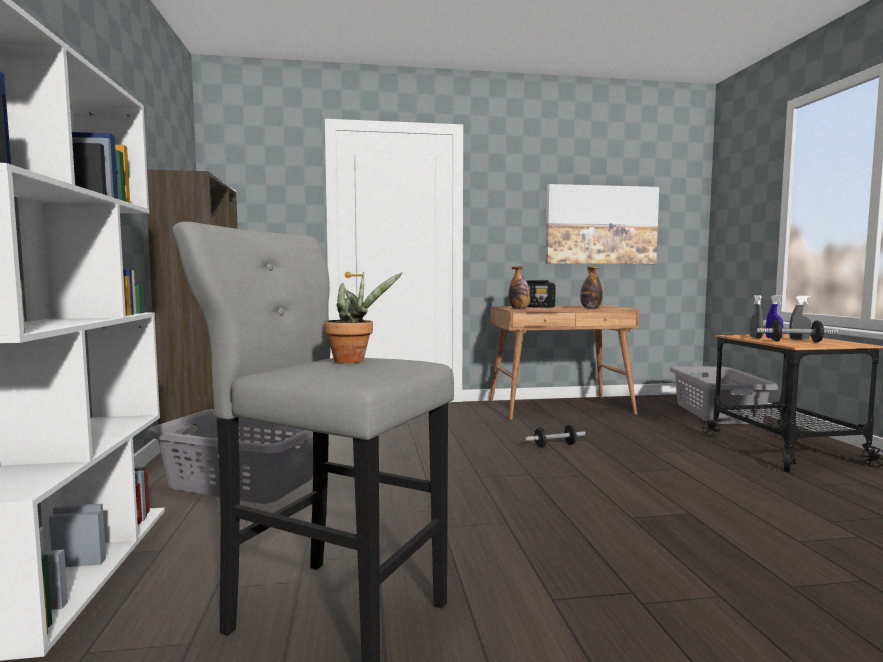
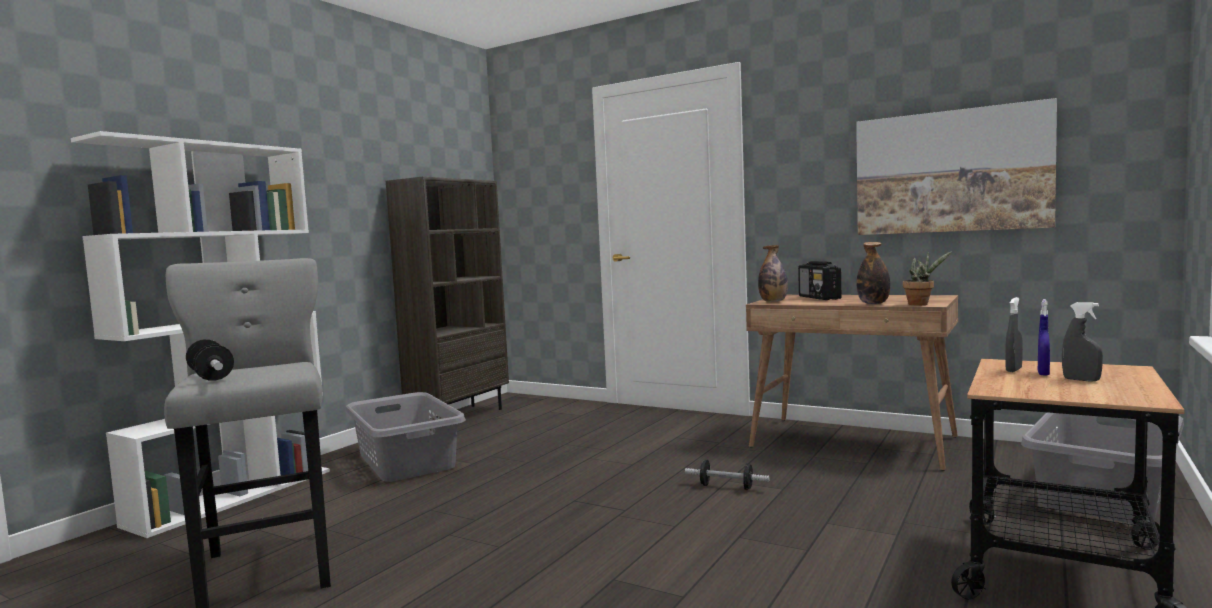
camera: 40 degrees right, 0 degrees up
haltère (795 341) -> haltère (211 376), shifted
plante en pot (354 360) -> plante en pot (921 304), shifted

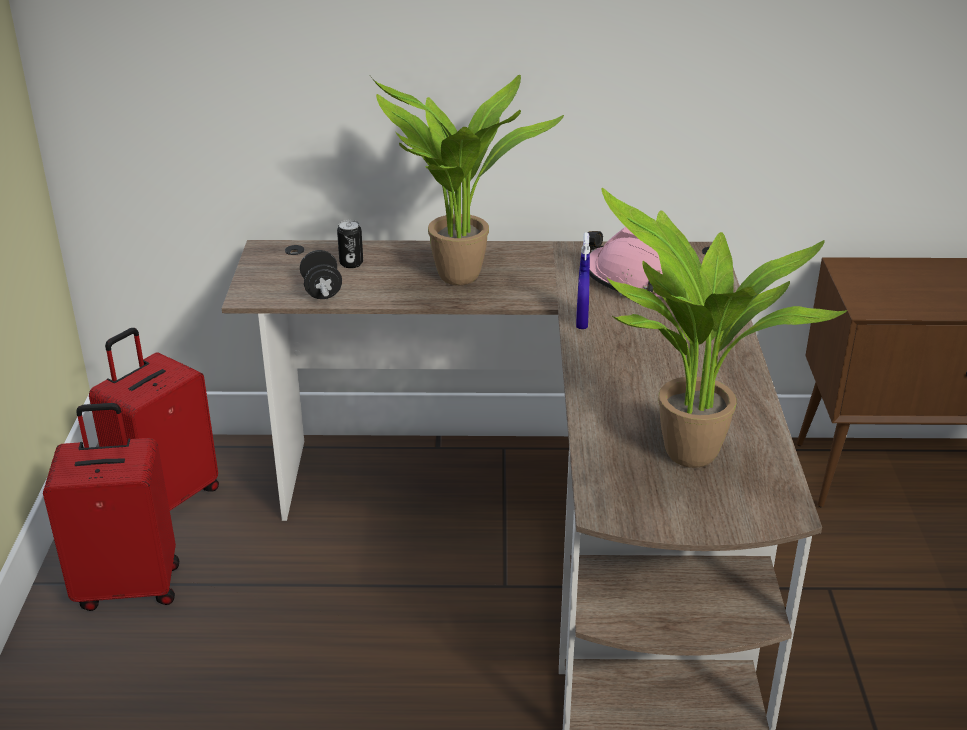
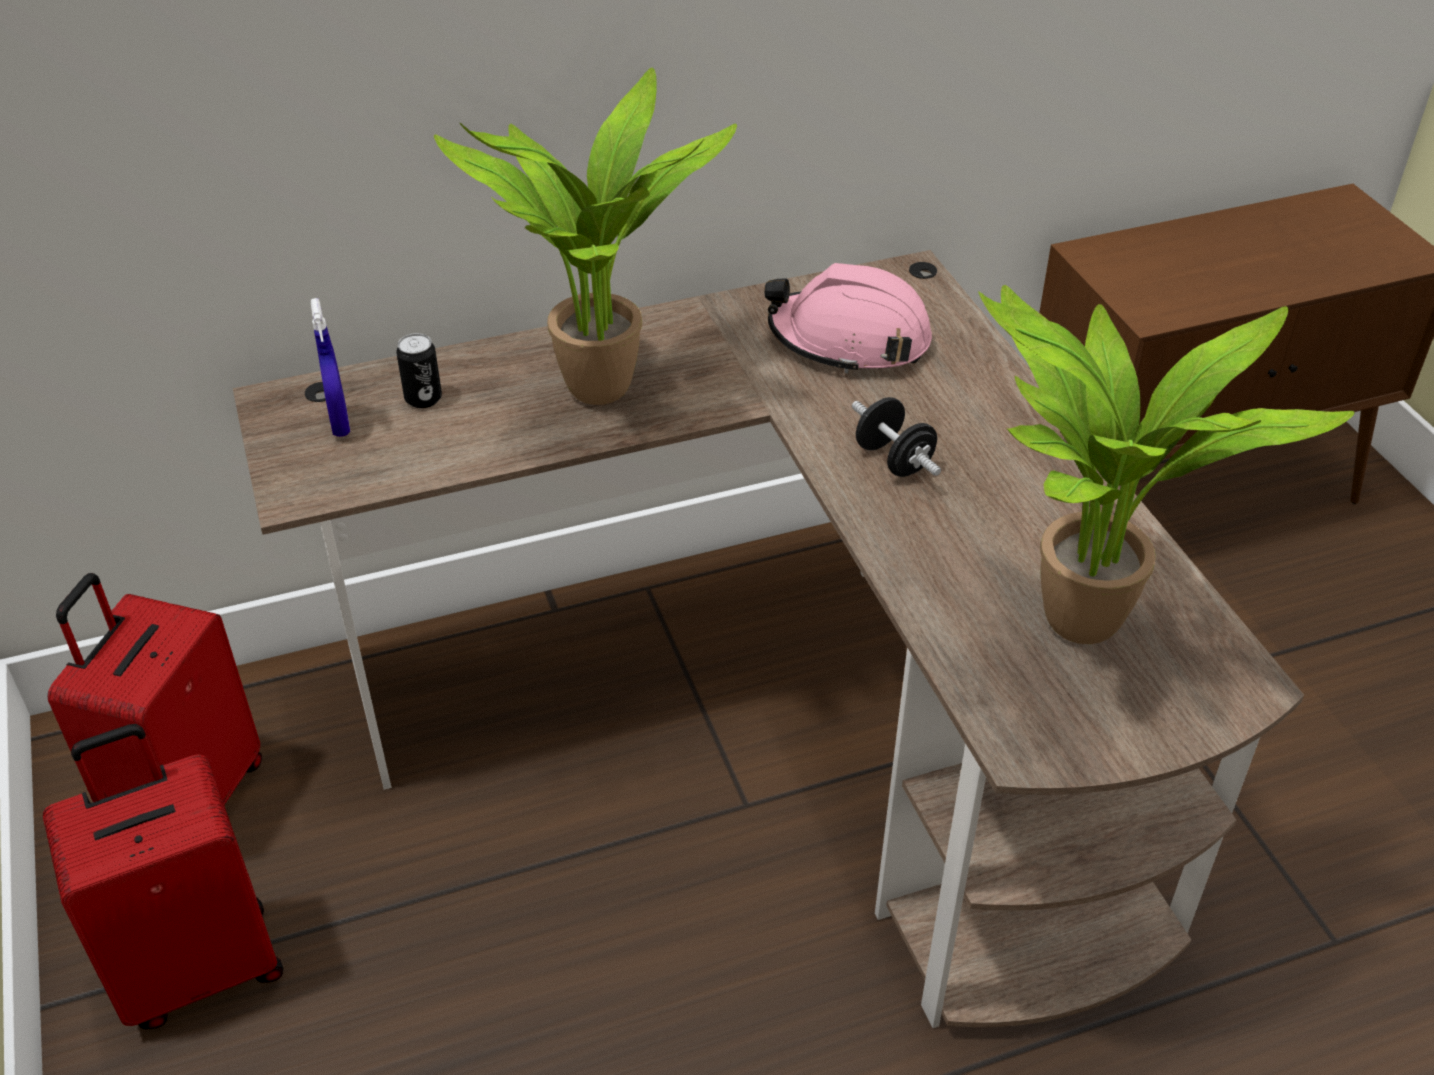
camera: 20 degrees left, 10 degrees up
vaporisateur (bleu) (582 322) -> vaporisateur (bleu) (340 423), shifted
haltère (noir) (322 291) -> haltère (noir) (893 460), shifted

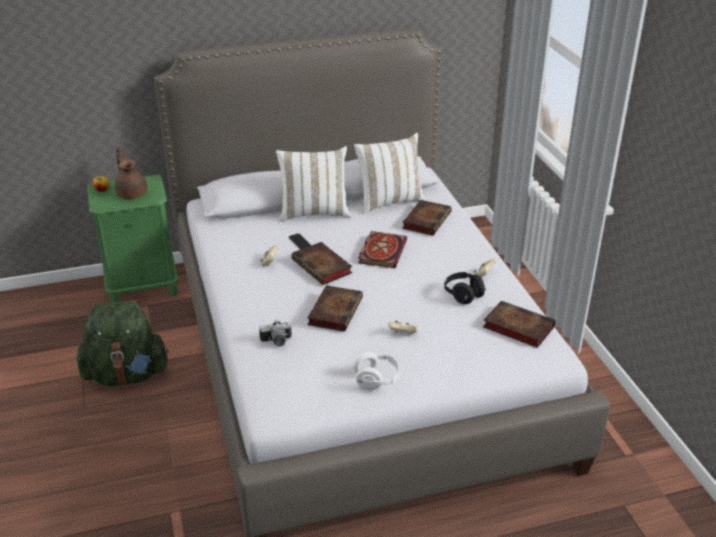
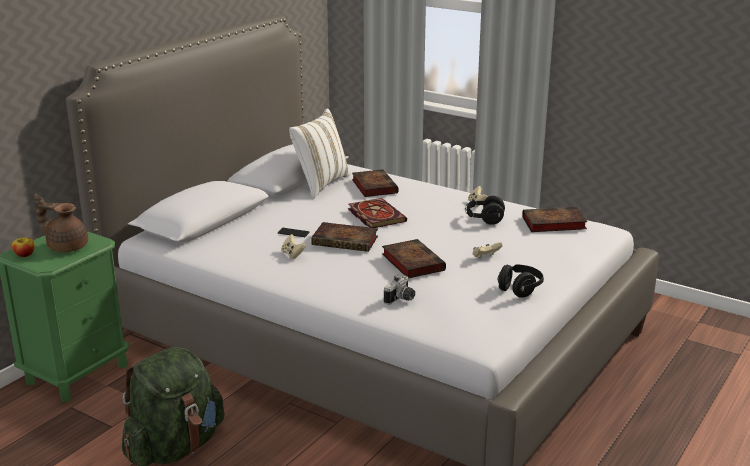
camera: 40 degrees left, 10 degrees down
casque audio (blanc) (377 380) -> casque audio (noir) (519 289)
coussin (blanc) (314 212) -> none

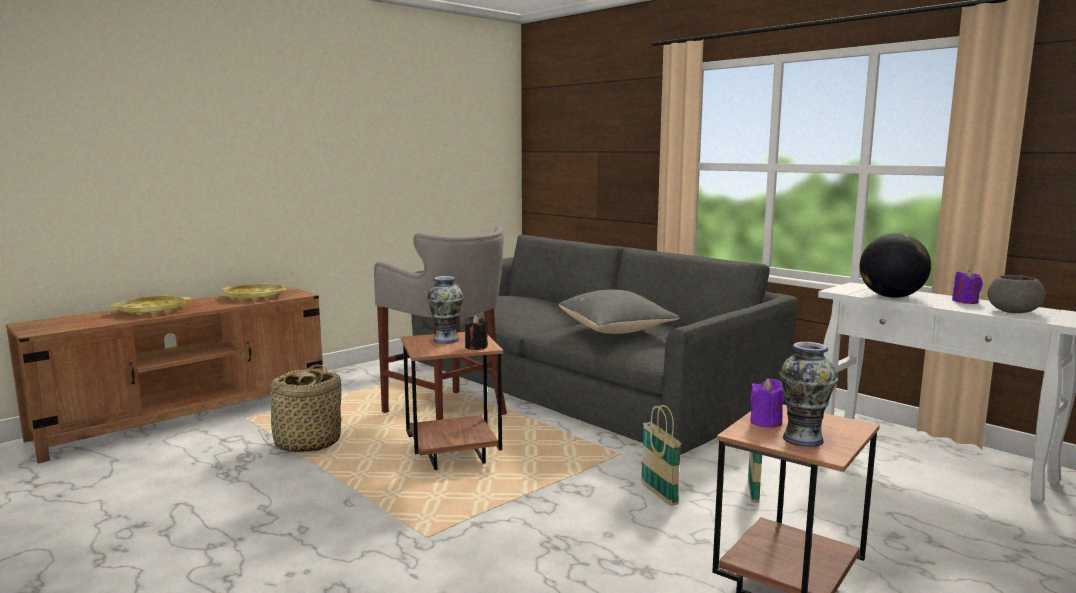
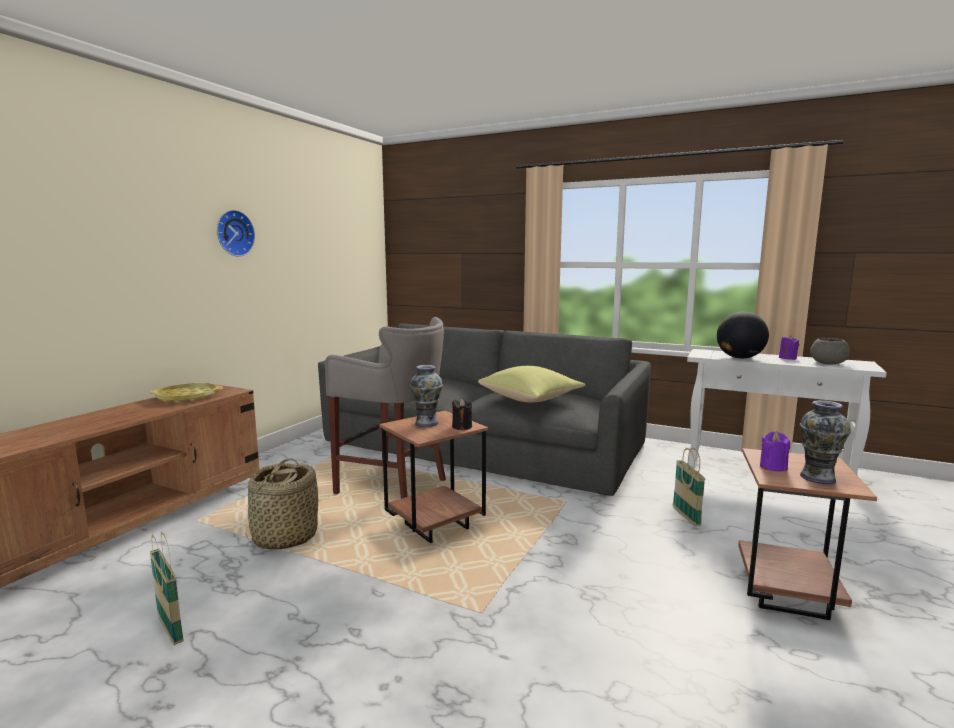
camera: 20 degrees left, 0 degrees up
panier (659 494) -> panier (170 629), shifted
none -> horloge murale (233 233)
coussin (gris) (616 331) -> coussin (jaune) (531 400)
plateau (jaune) (152 310) -> none

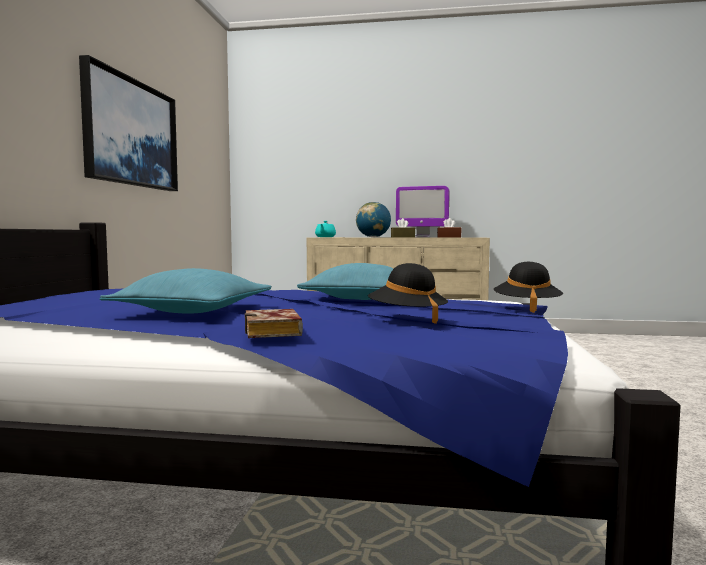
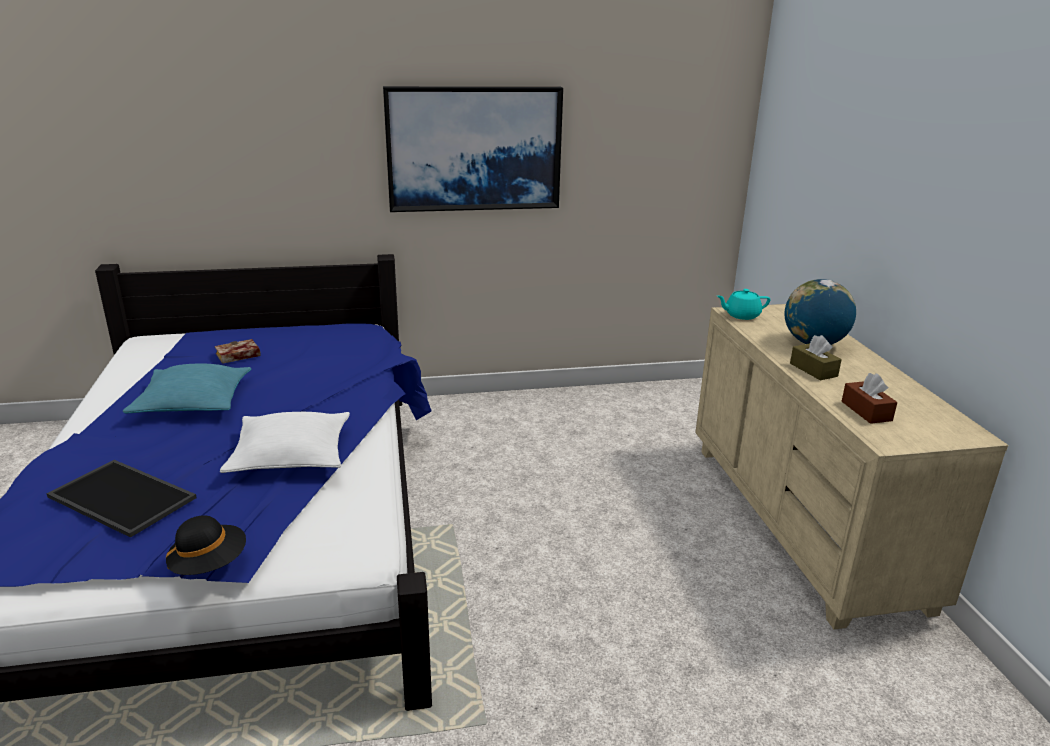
camera: 70 degrees right, 20 degrees up
chapeau (noir) (407 318) -> plateau (119 498)
livre (275 332) -> livre (236 356), shifted
coussin (turquoise) (360 298) -> coussin (blanc) (291 455)
écran d'ordinateur (422 237) -> none

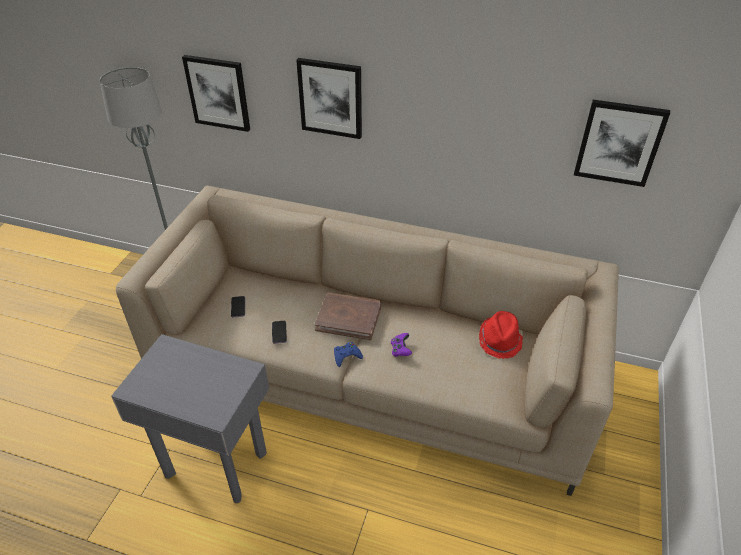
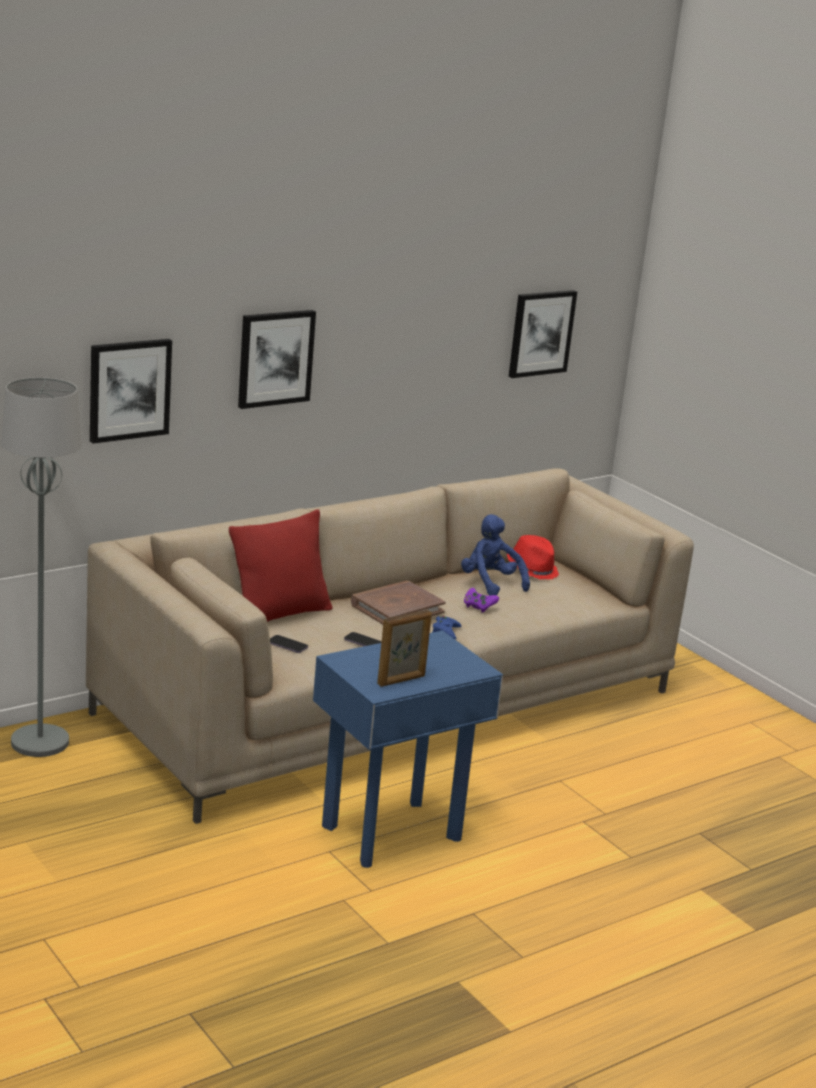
camera: 55 degrees left, 20 degrees down
none -> coussin (rouge) (279 614)
table d'appoint (gris) (216 465) -> table d'appoint (bleu) (392 833)
none -> cadre photo (401 680)
none -> peluche (bleu) (490 583)

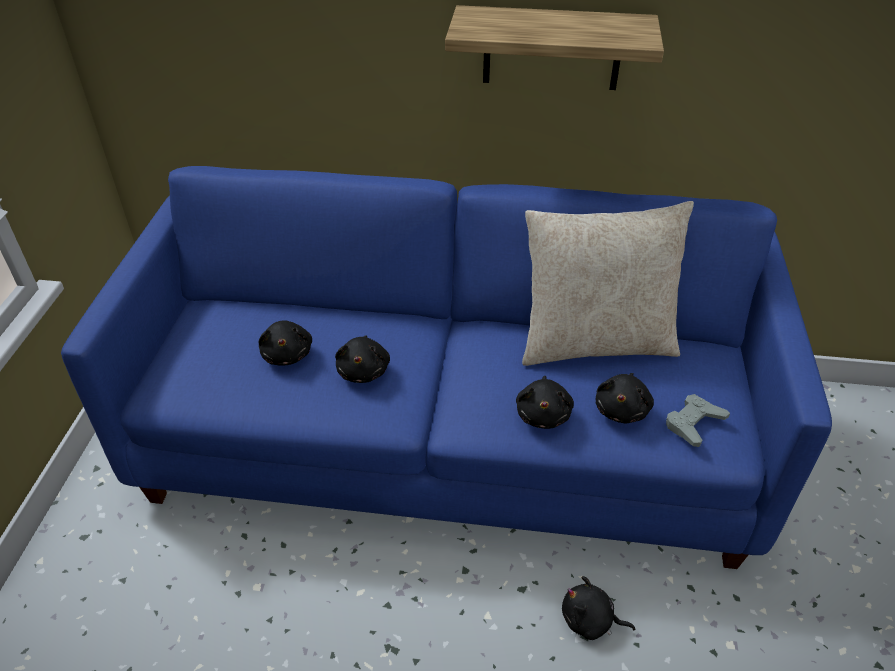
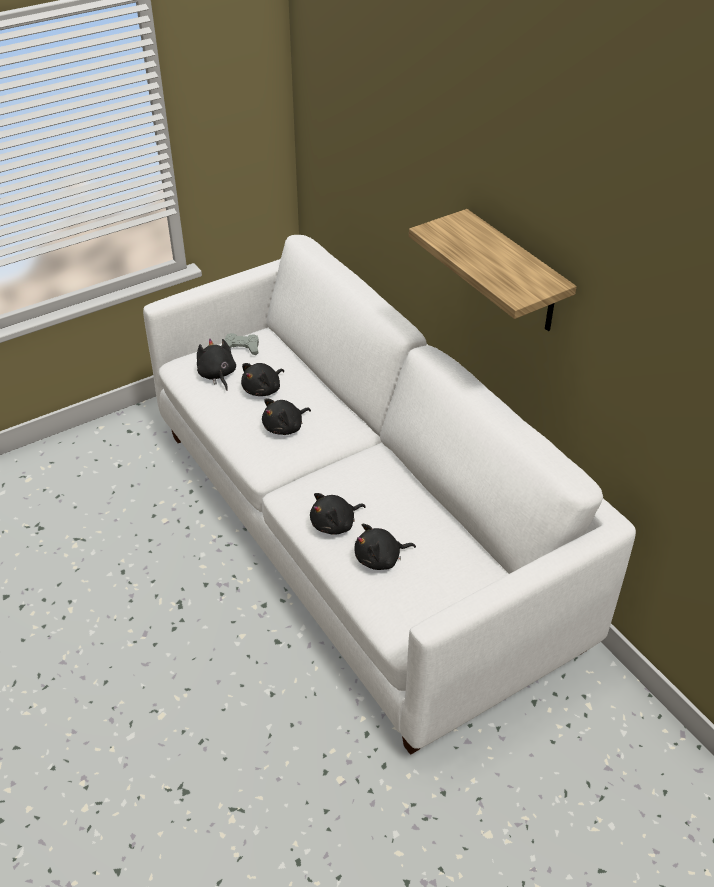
camera: 50 degrees right, 0 degrees up
canapé (bleu) (449 439) -> canapé (blanc) (358 534)
peluche (noir) (590 621) -> peluche (noir) (217 375), shifted
manette (gris) (693 423) -> manette (gris) (240 348), shifted
coussin (beige) (595 342) -> none

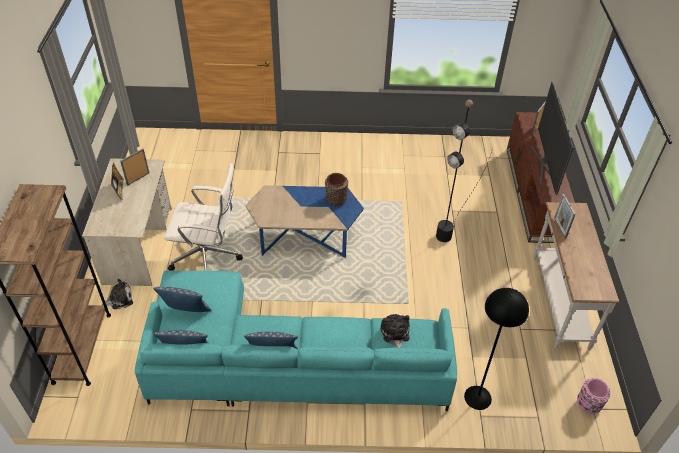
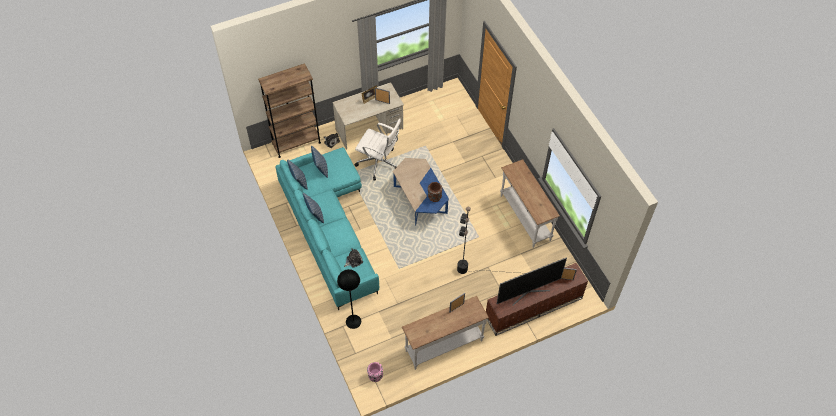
camera: 65 degrees right, 10 degrees up
chaise de bureau (blanc) (208 257) -> chaise de bureau (blanc) (379 163), 45 degrees counterclockwise
none -> table console (blanc) (524 218)

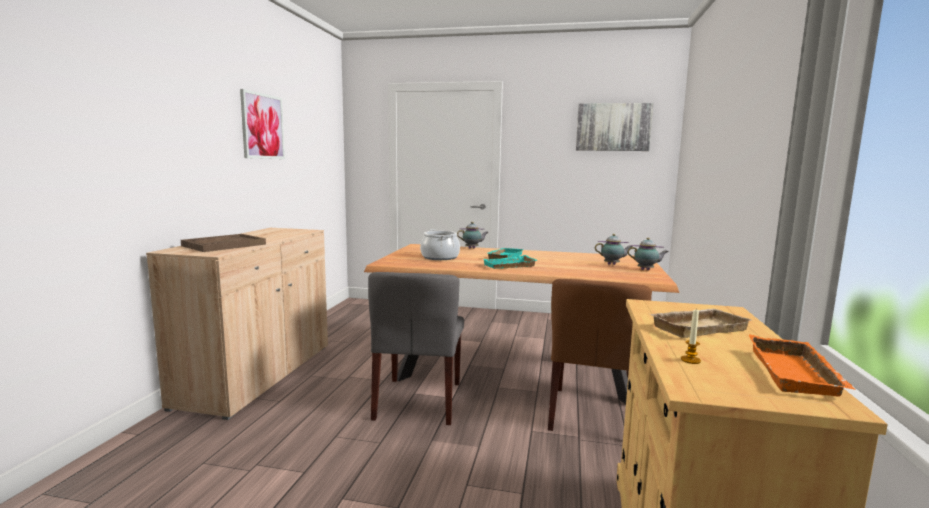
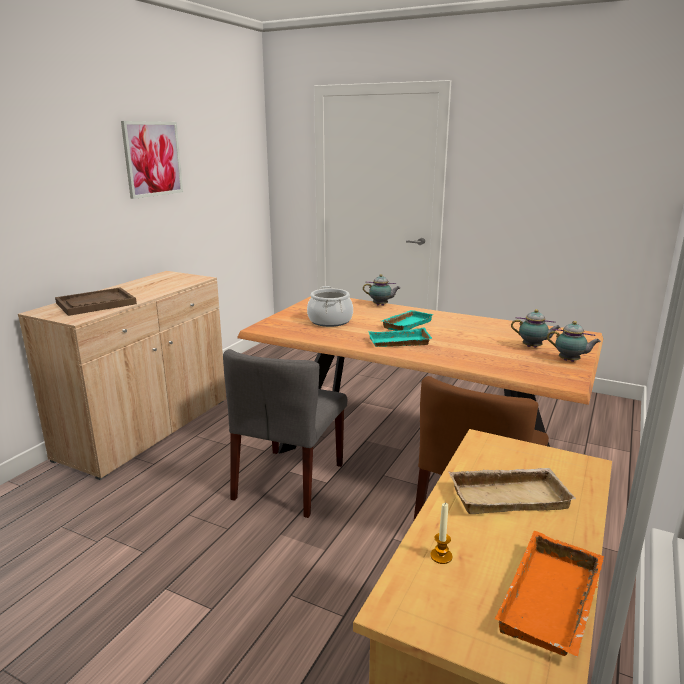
camera: 15 degrees right, 10 degrees up
tableau (613 127) -> none

